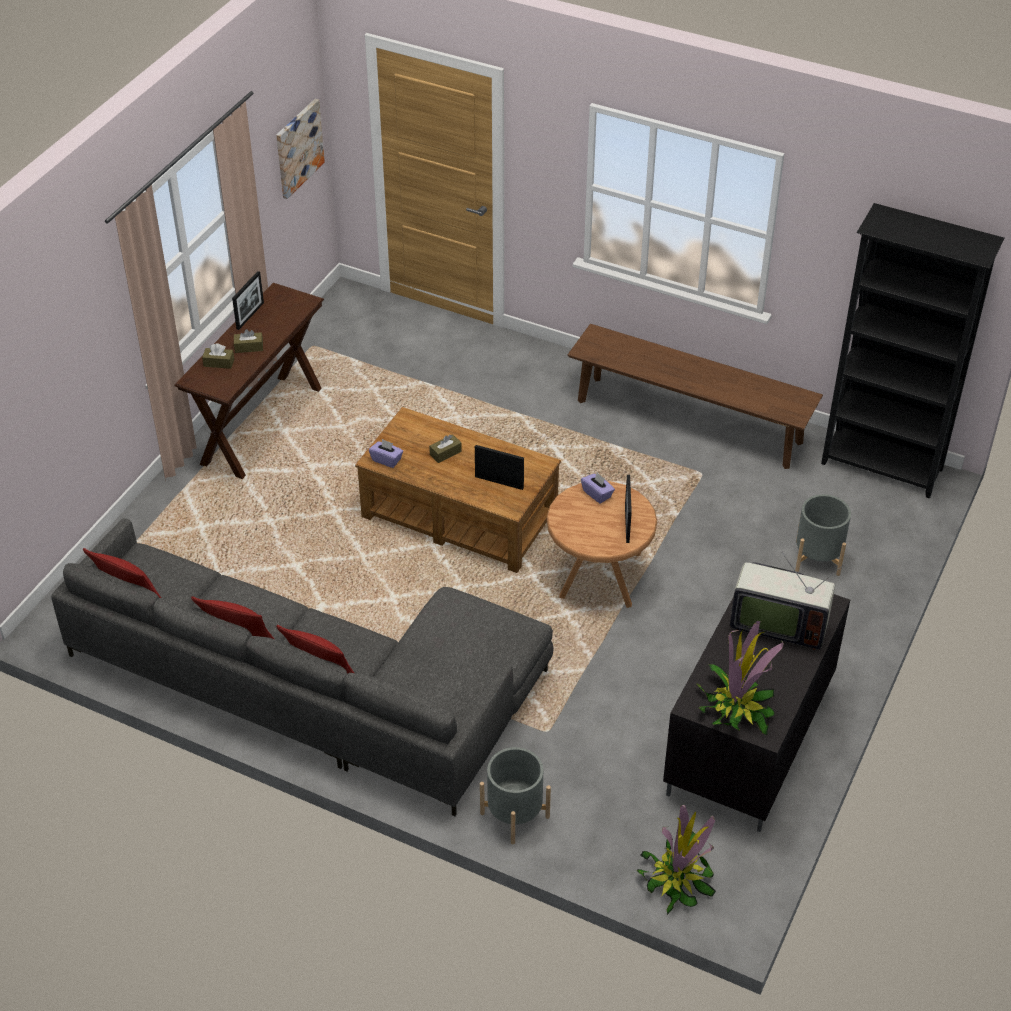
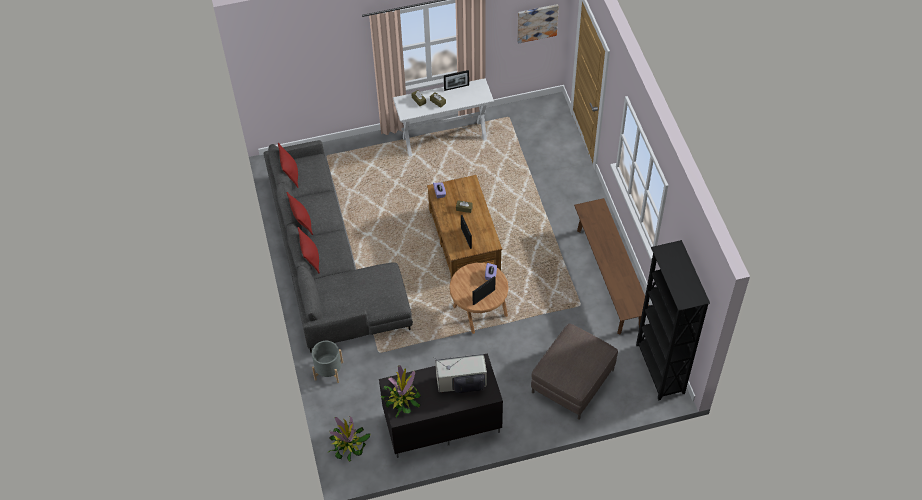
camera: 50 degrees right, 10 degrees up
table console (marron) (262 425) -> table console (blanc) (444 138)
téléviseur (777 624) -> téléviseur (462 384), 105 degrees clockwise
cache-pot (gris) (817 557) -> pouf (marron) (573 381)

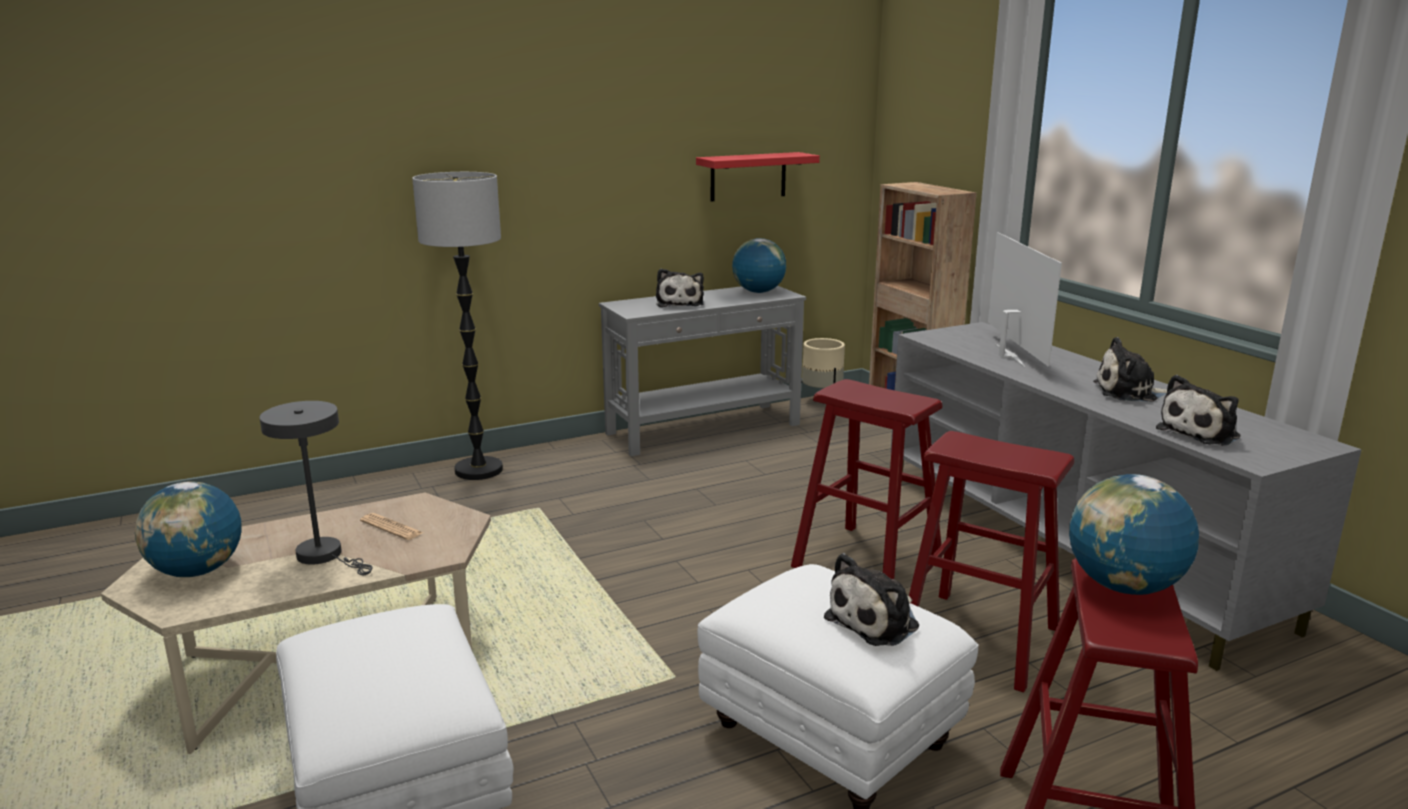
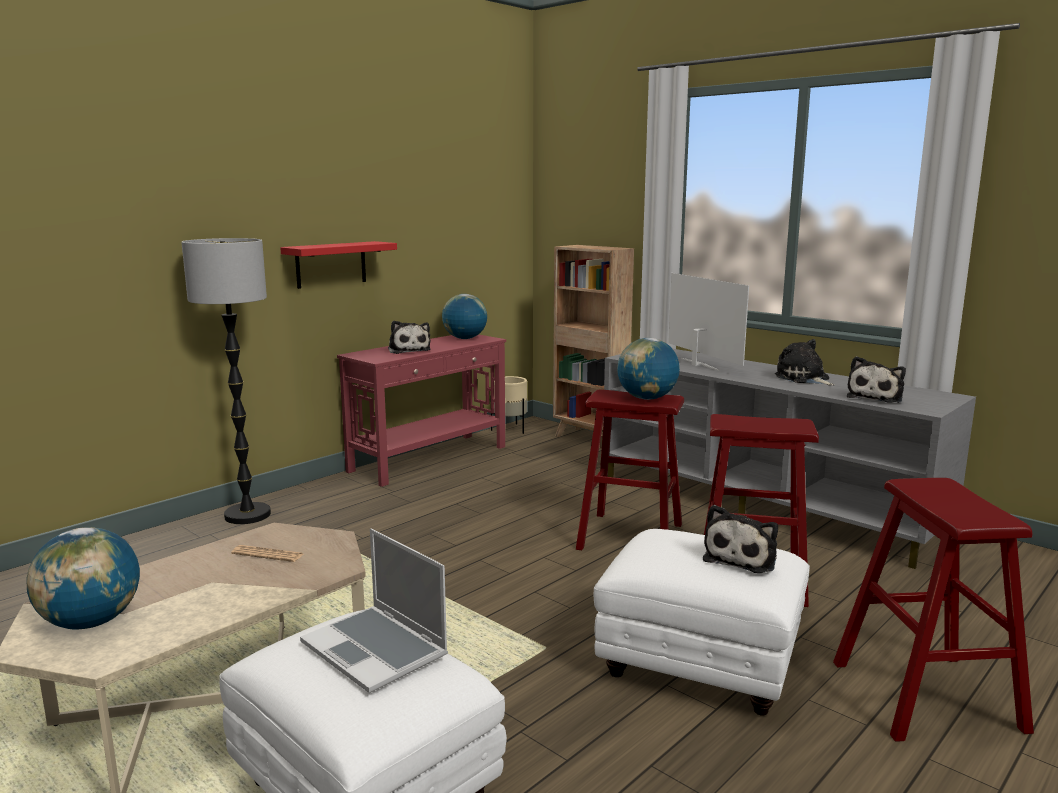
camera: 20 degrees left, 5 degrees down
étagère (rouge) (748 176) -> étagère (rouge) (331 264), shifted
none -> ordinateur portable (377 650)
table console (gris) (705 429) -> table console (rouge) (430 459)
globe (1124 586) -> globe (647 398), shifted
peluche (1129 392) -> peluche (804 379), 75 degrees clockwise
lampe de table (gris) (325 556) -> none

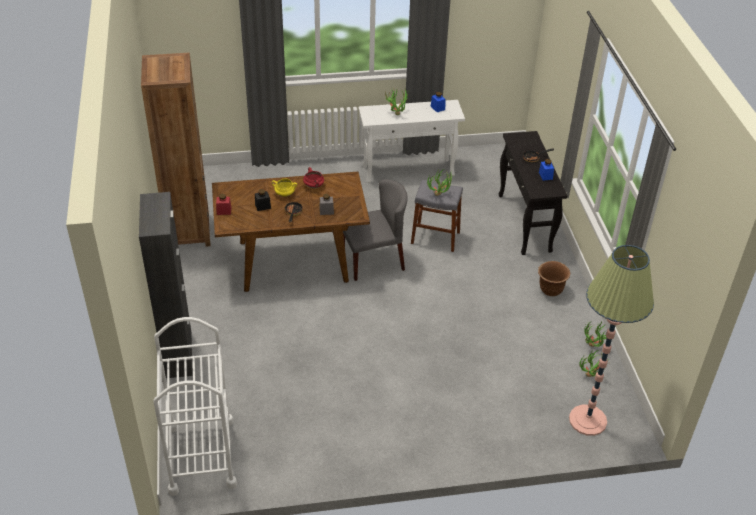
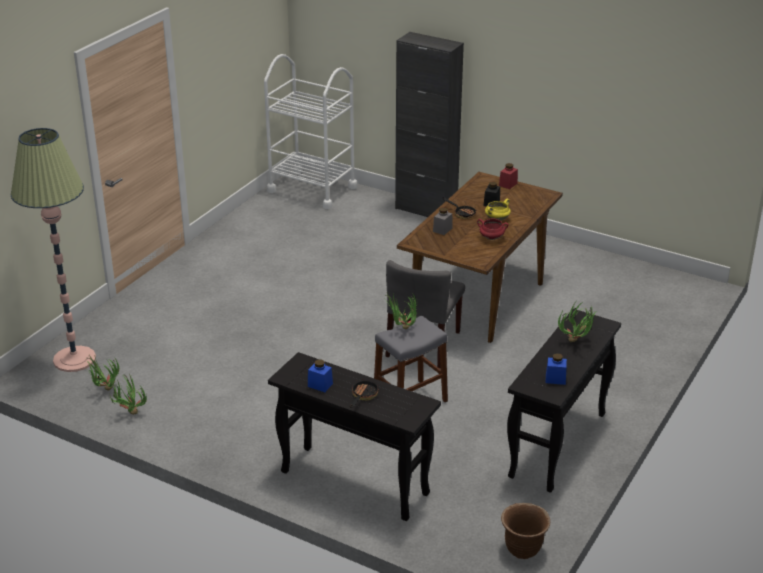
camera: 130 degrees right, 10 degrees down
cache-pot (marron) (550 290) -> cache-pot (marron) (523 548), shifted
table console (blanc) (409 171) -> table console (noir) (557 446)
bibliothèque (marron) (188 231) -> none

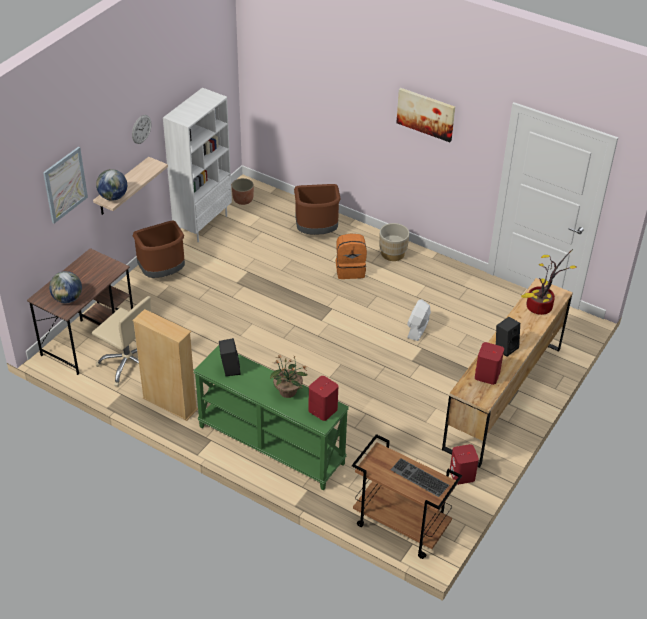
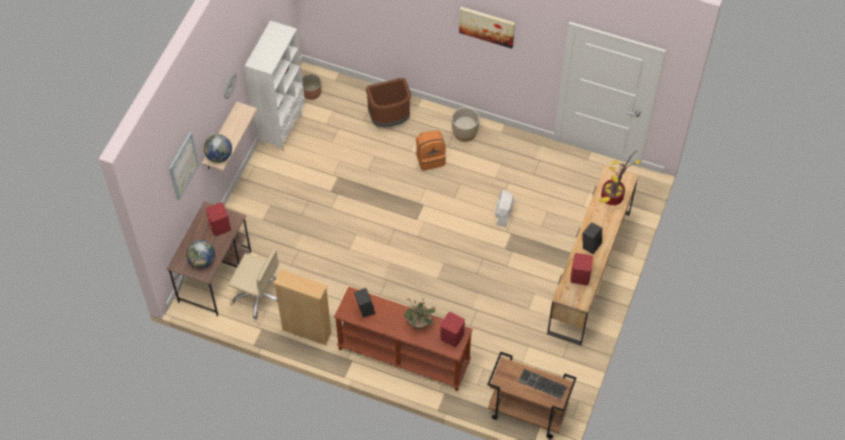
camera: 10 degrees left, 15 degrees up
enceinte (rouge) (462 475) -> enceinte (rouge) (220 227), shifted
table console (vert) (270 445) -> table console (marron) (403 356)
poubelle (marron) (163 273) -> none

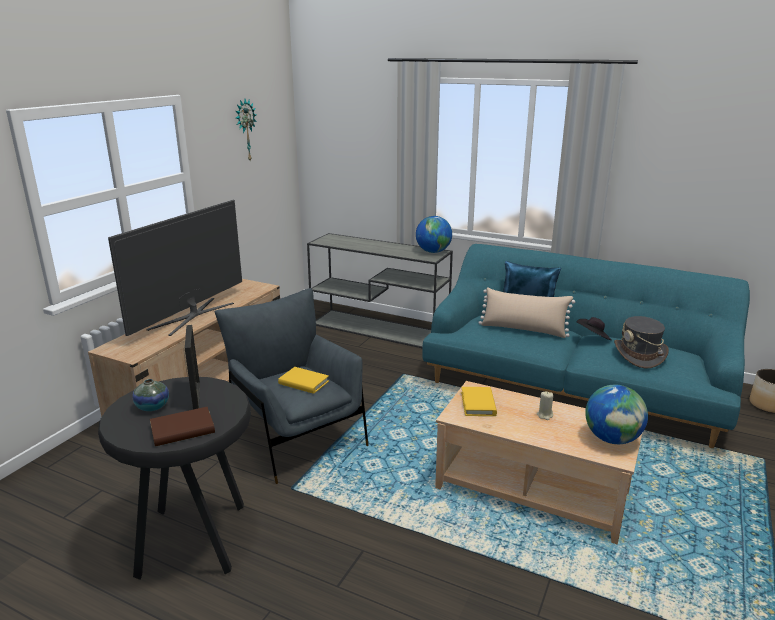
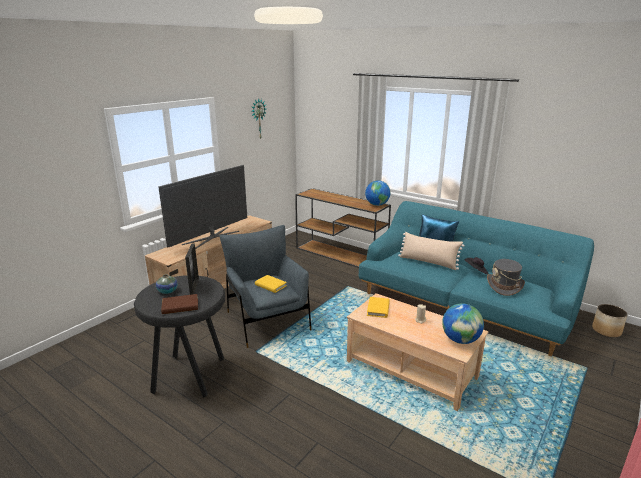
camera: 10 degrees right, 0 degrees up
table console (gris) (380 329) -> table console (marron) (341 255)

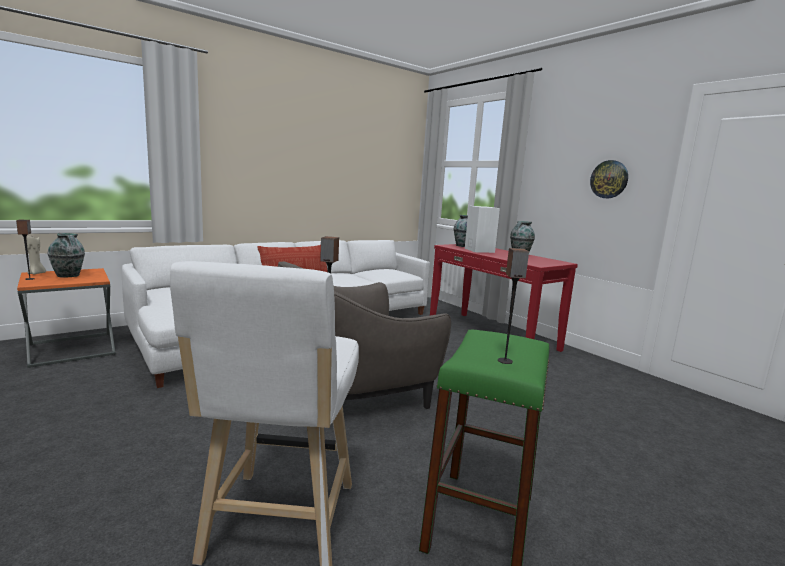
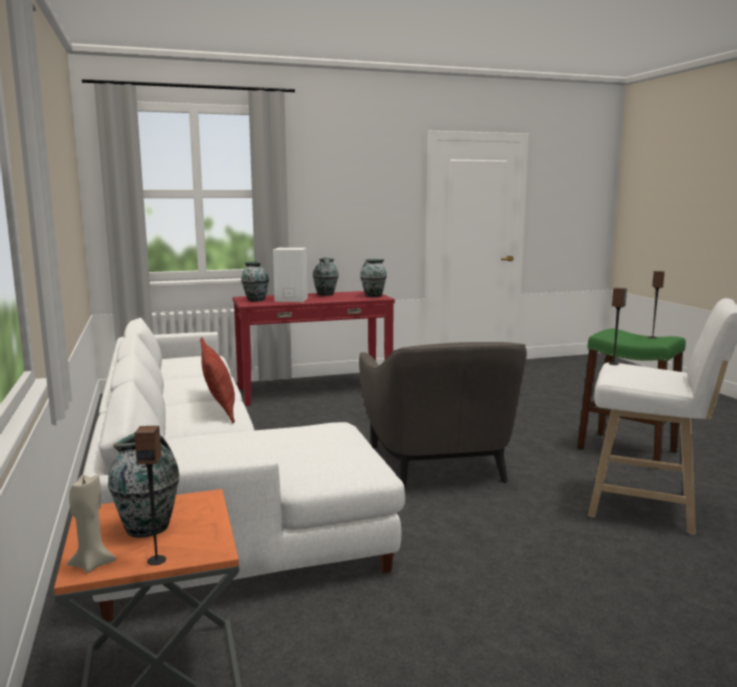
camera: 70 degrees left, 0 degrees up
none -> vase (373 296)
horloge murale (609 179) -> none

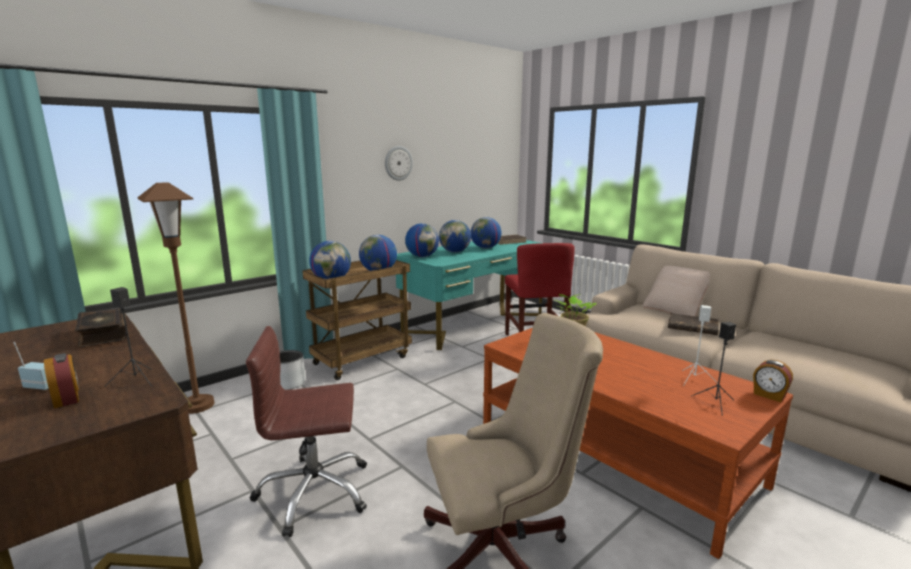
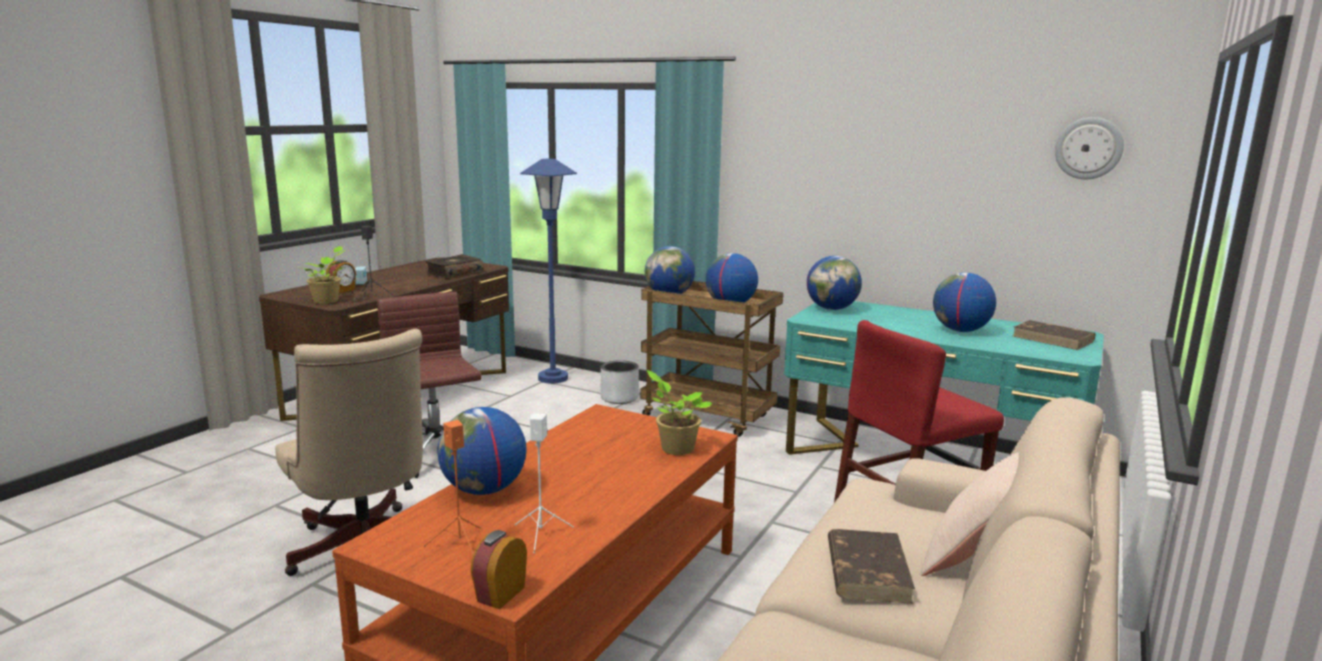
camera: 70 degrees right, 0 degrees up
none -> plante en pot (328 301)
enceinte (noir) (715 403) -> enceinte (orange) (459 545)
globe (455 252) -> globe (484 490), shifted
lampadaire (marron) (197 405) -> lampadaire (bleu) (553 378)
horloge murale (398 163) -> horloge murale (1088 148), shifted

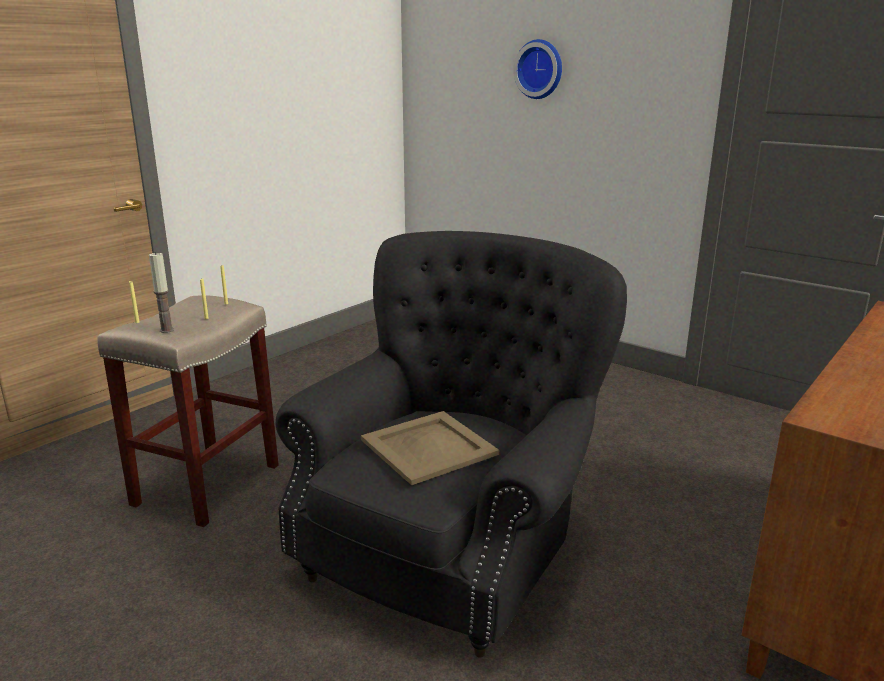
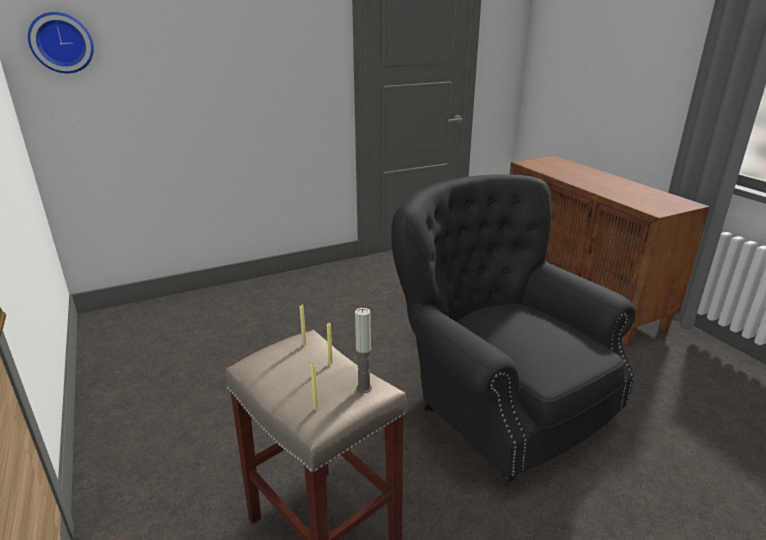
camera: 65 degrees left, 5 degrees up
horloge murale (540 69) -> horloge murale (61 43), shifted
plateau (beige) (428 447) -> none

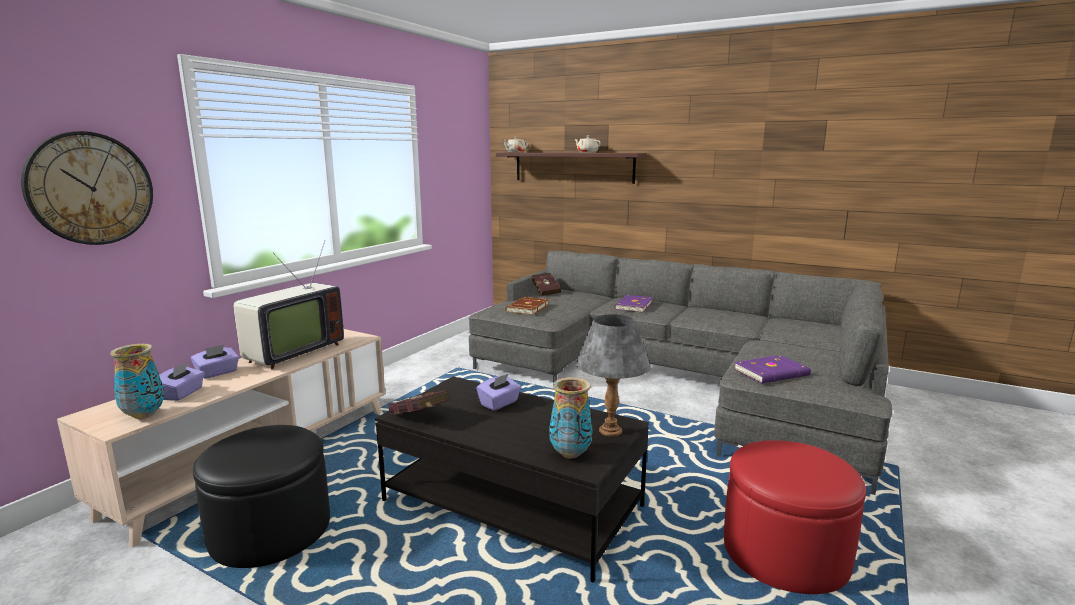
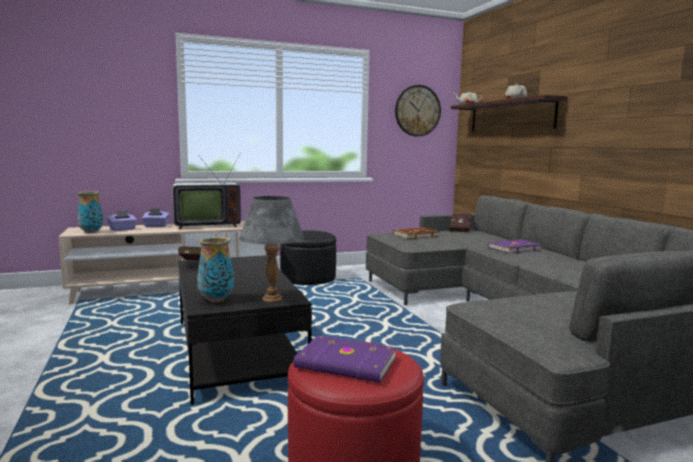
camera: 40 degrees right, 5 degrees down
pouf (noir) (270 530) -> pouf (noir) (308 278), shifted
livre (violet) (772 373) -> livre (violet) (346 364), shifted
horloge murale (90 189) -> horloge murale (417 111), shifted
boîte à mouchoirs (violet) (499 403) -> none

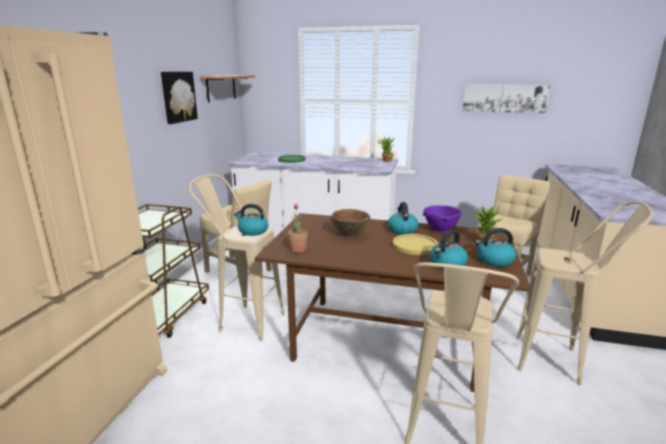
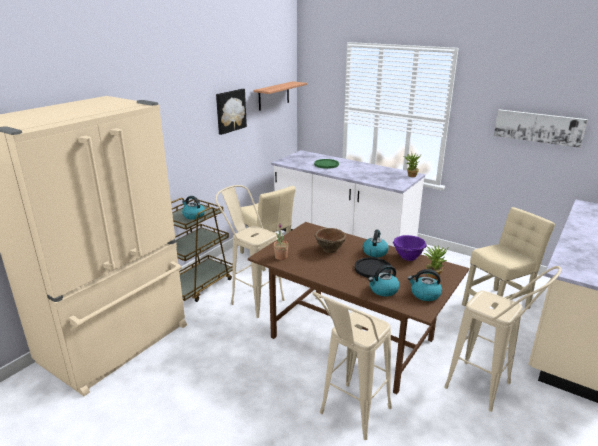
camera: 20 degrees right, 5 degrees up
bouilloire (252 231) -> bouilloire (193 216), shifted
assiette (jaune) (415 245) -> assiette (noir) (372 269)

